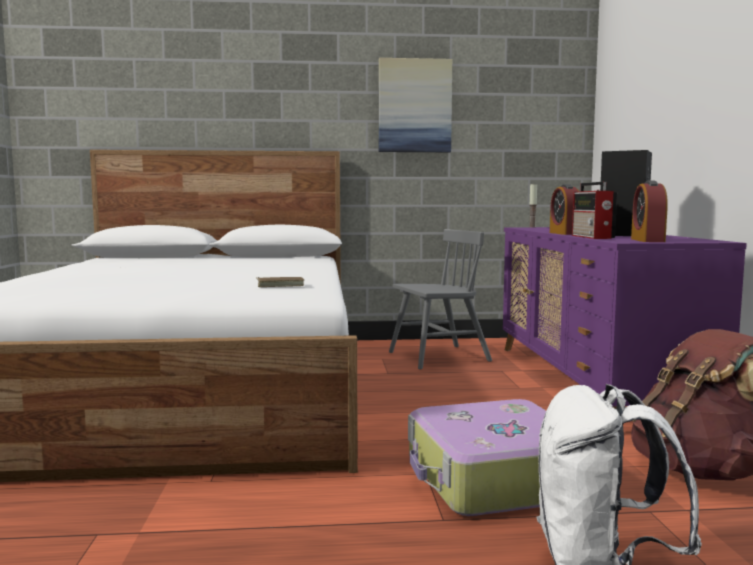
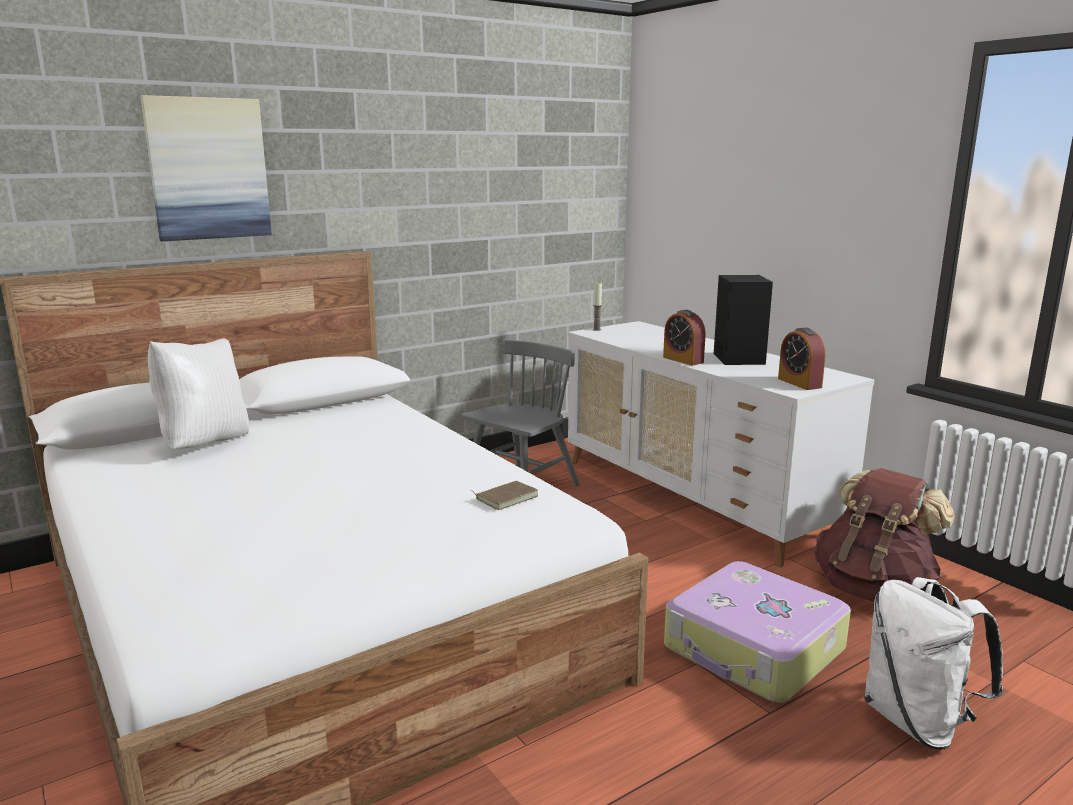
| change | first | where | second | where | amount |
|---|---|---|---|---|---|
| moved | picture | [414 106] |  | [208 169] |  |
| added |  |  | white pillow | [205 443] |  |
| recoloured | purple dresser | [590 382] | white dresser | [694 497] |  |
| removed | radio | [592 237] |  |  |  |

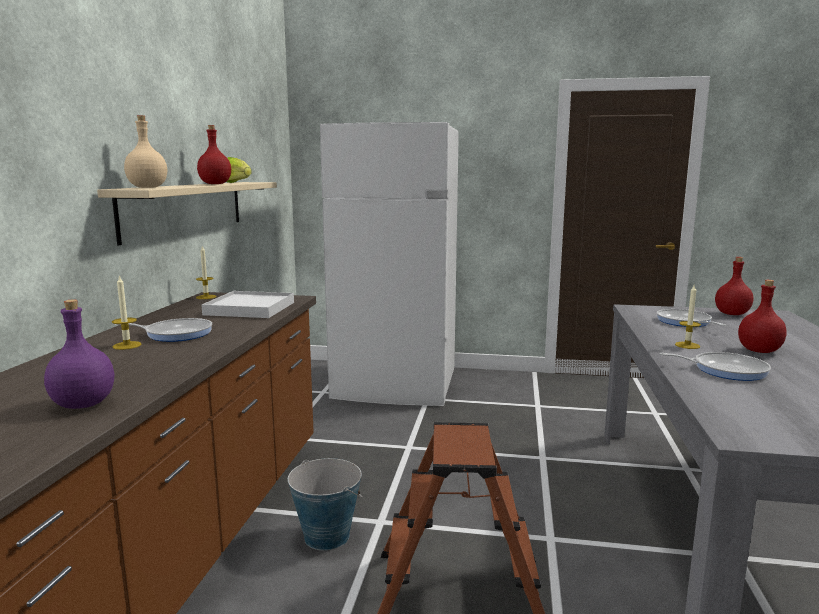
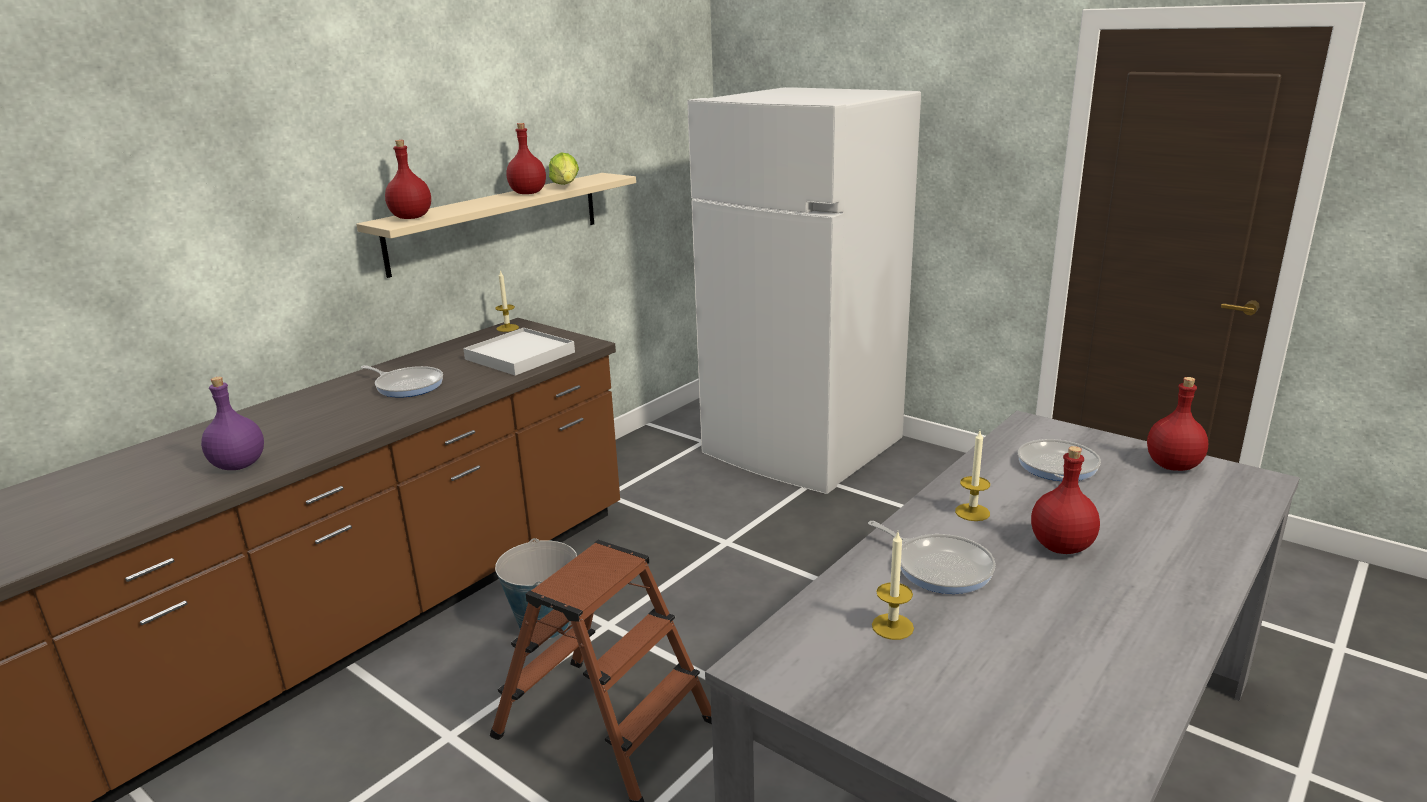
| change | first | where | second | where | amount |
|---|---|---|---|---|---|
| recoloured | beige bottle | [148 187] | red bottle | [412 218] |  |
| moved | candle | [127 345] |  | [892 626] |  |

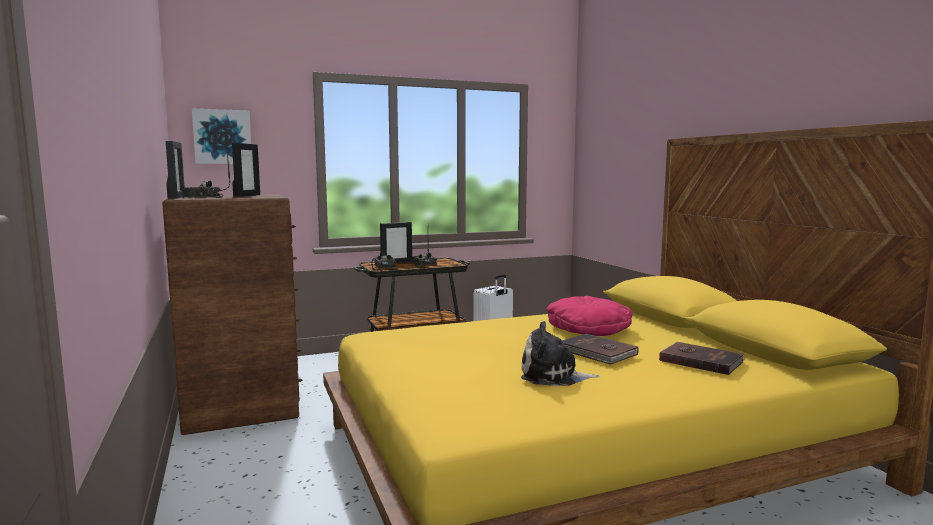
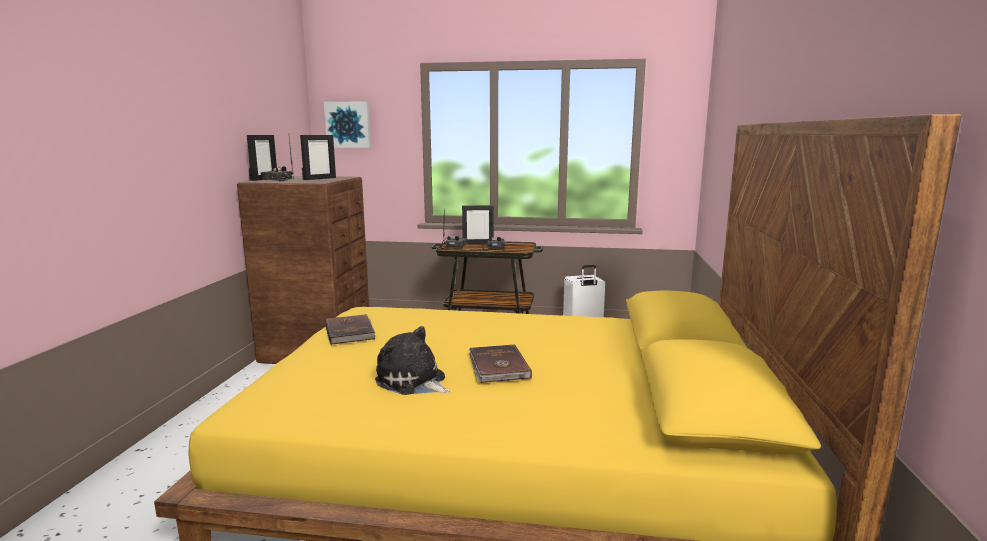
| change | first | where | second | where | amount |
|---|---|---|---|---|---|
| moved | brown book | [700 361] |  | [350 331] |  |
| removed | pink pillow | [590 329] |  |  |  |

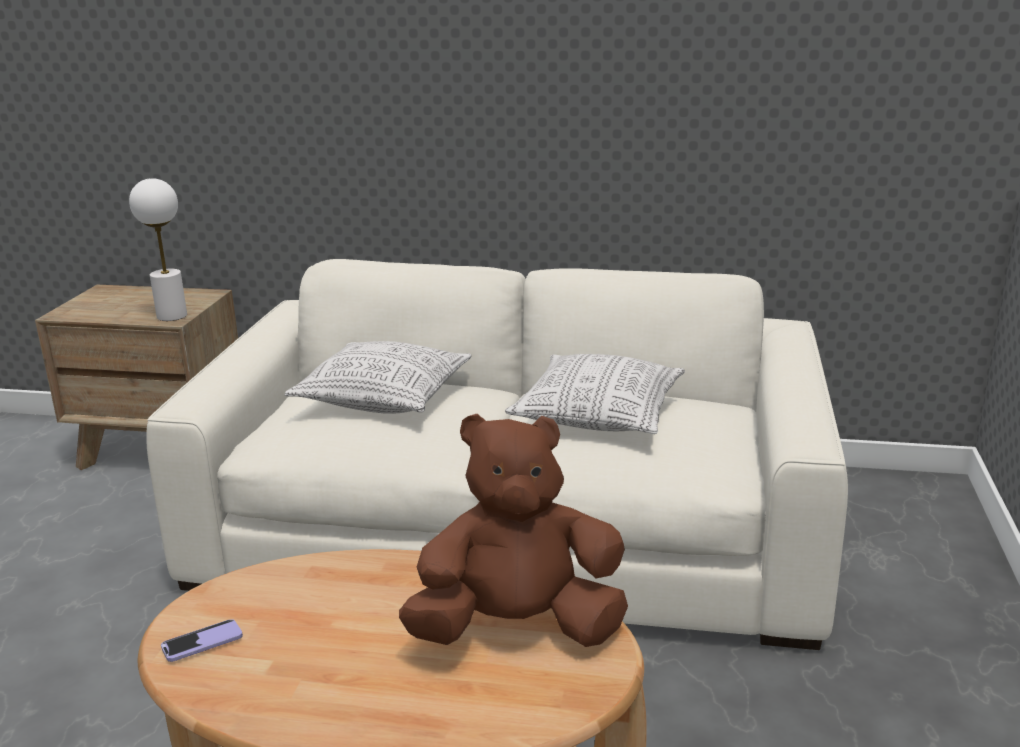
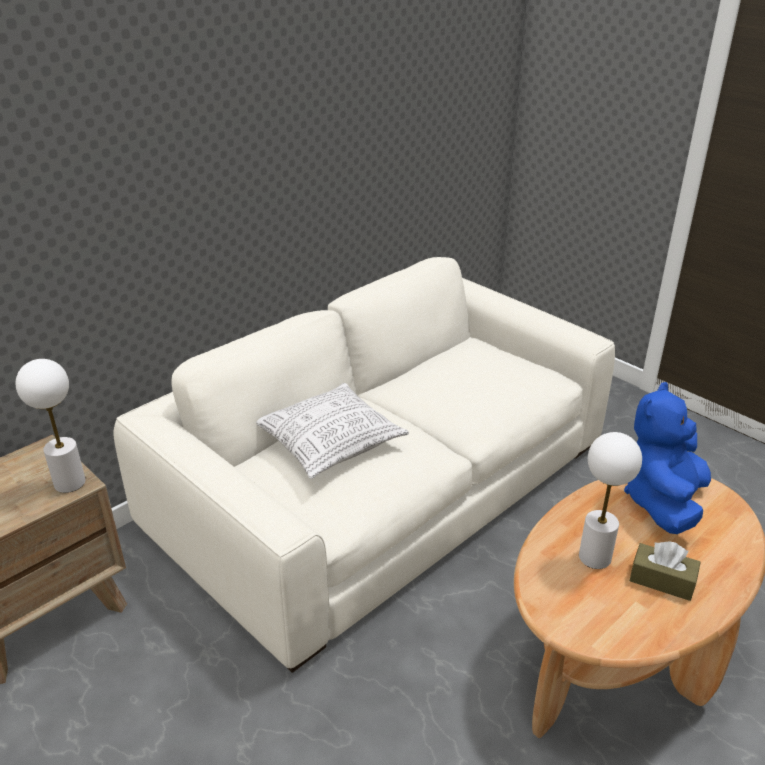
| change | first | where | second | where | amount |
|---|---|---|---|---|---|
| added |  |  | white table lamp | [594 557] |  |
| recoloured | brown plush toy | [518 629] | blue plush toy | [663 502] |  |
| added |  |  | brown tissue box | [662 580] |  |
| removed | phone | [202 642] |  |  |  |
| removed | pillow | [598 415] |  |  |  |

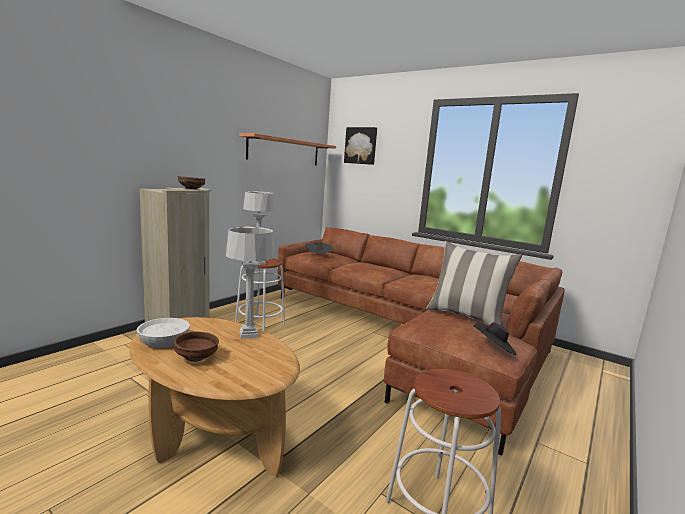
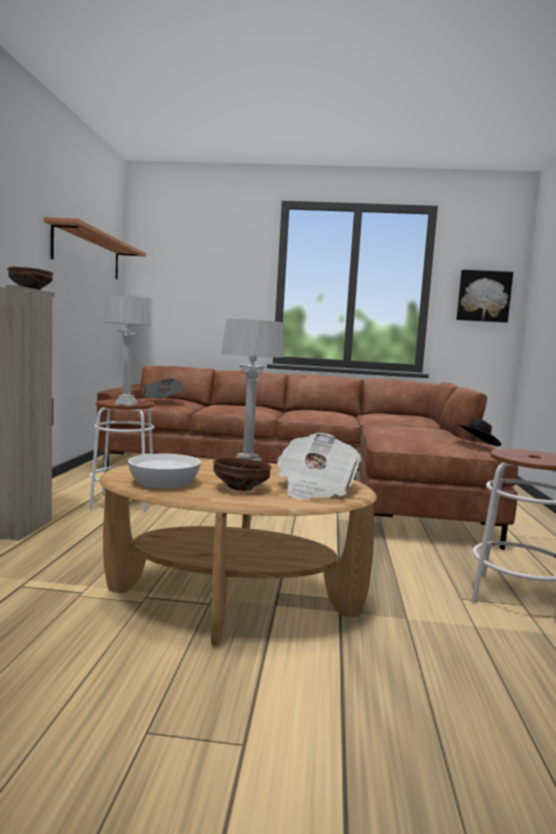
| change | first | where | second | where | amount |
|---|---|---|---|---|---|
| added |  |  | newspaper | [314 489] |  |
| moved | picture | [361 146] |  | [483 296] |  |
| removed | pillow | [466 317] |  |  |  |

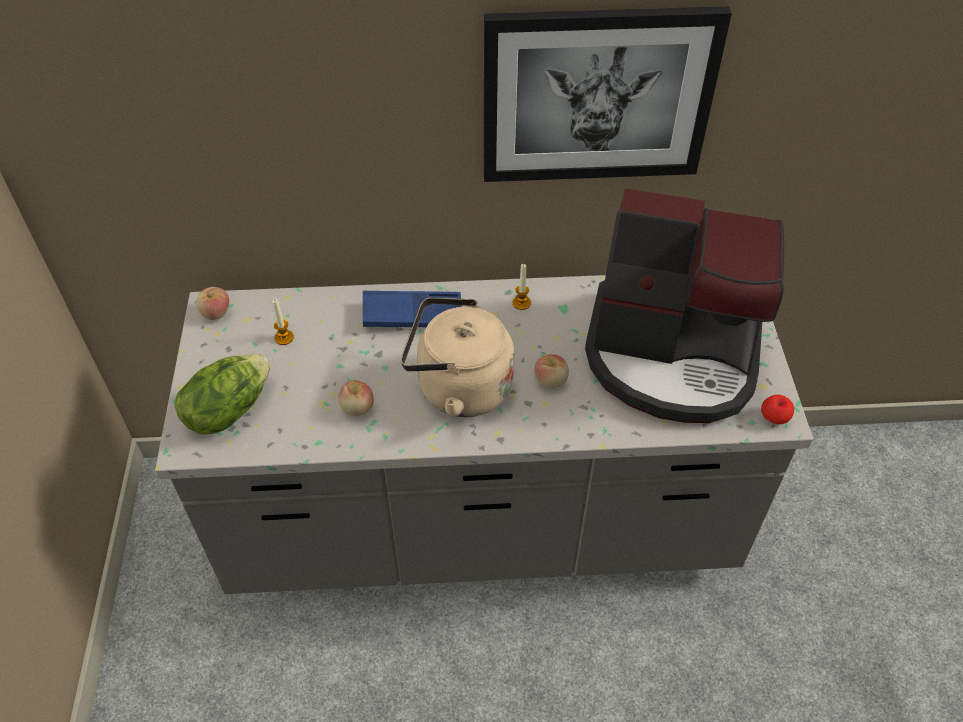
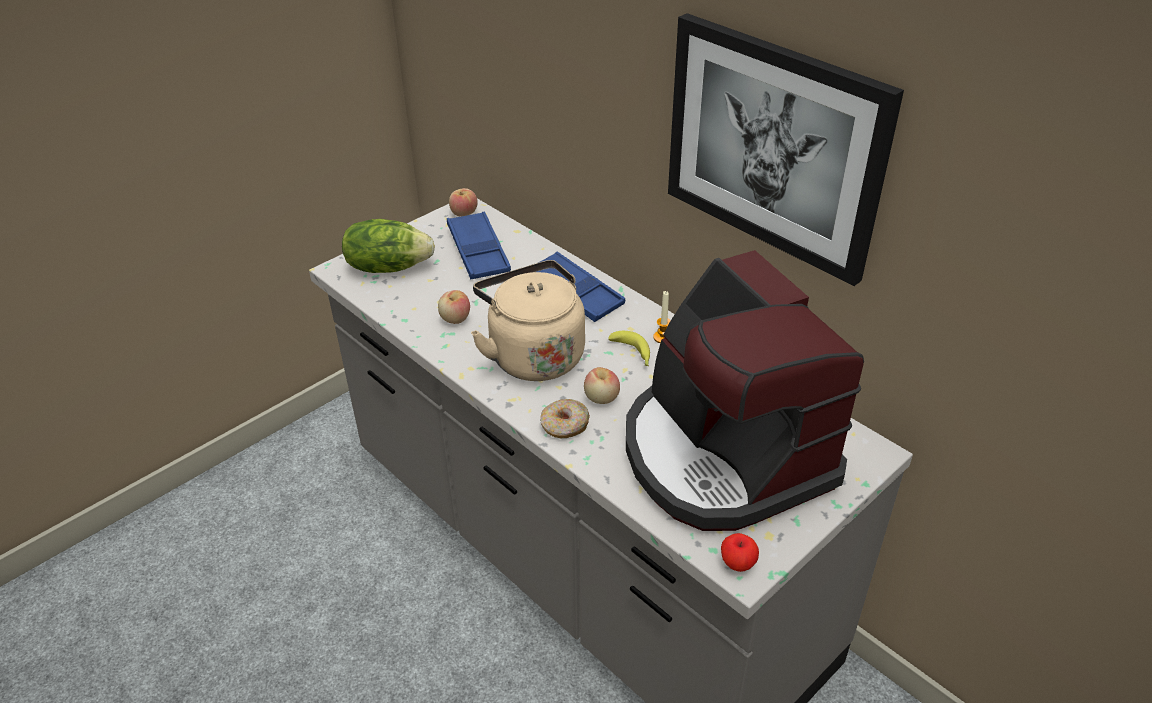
| change | first | where | second | where | amount |
|---|---|---|---|---|---|
| replaced | candle | [284 338] | blue tray | [478 251] |  |
| added |  |  | donut | [564 425] |  |
| added |  |  | banana | [633 354] |  |

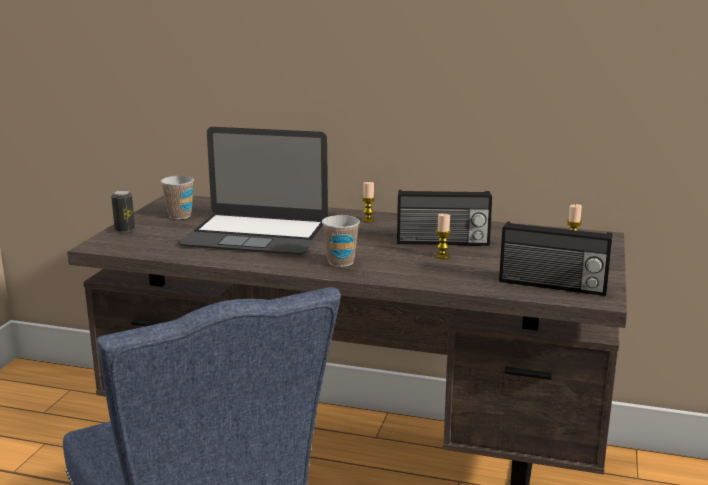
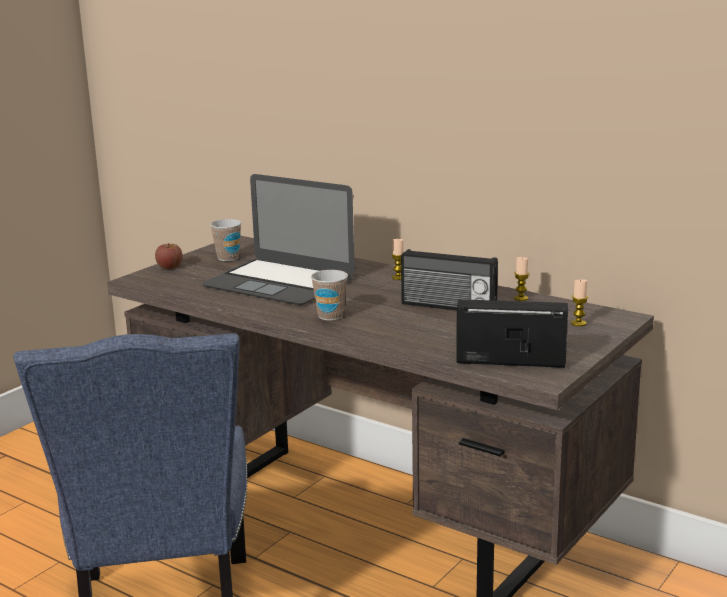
| change | first | where | second | where | amount |
|---|---|---|---|---|---|
| replaced | can | [124 230] | apple | [169 267] |  |
| turned | radio | [552 285] |  | [510 360] | 150 degrees clockwise |
| moved | candle | [442 256] |  | [521 298] |  |

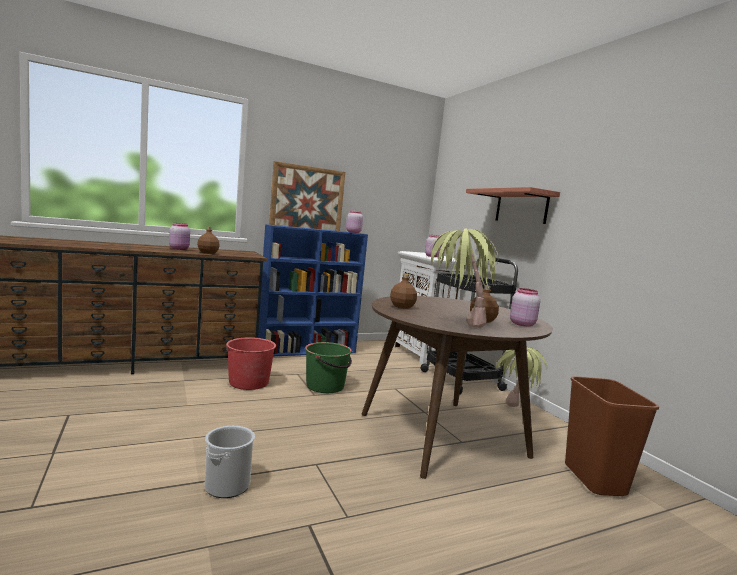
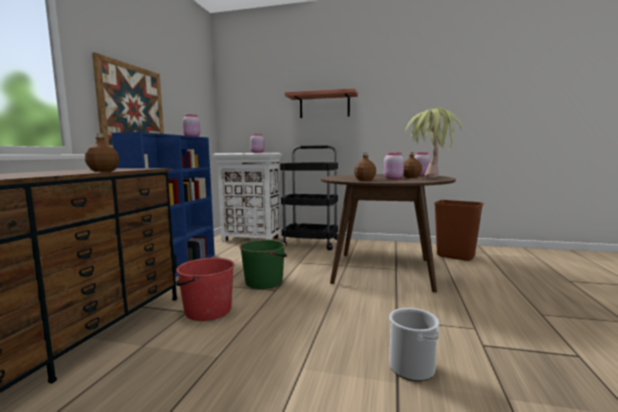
| change | first | where | second | where | amount |
|---|---|---|---|---|---|
| moved | pink jar | [179 249] |  | [393 178] |  |
| removed | potted plant | [512 412] |  |  |  |

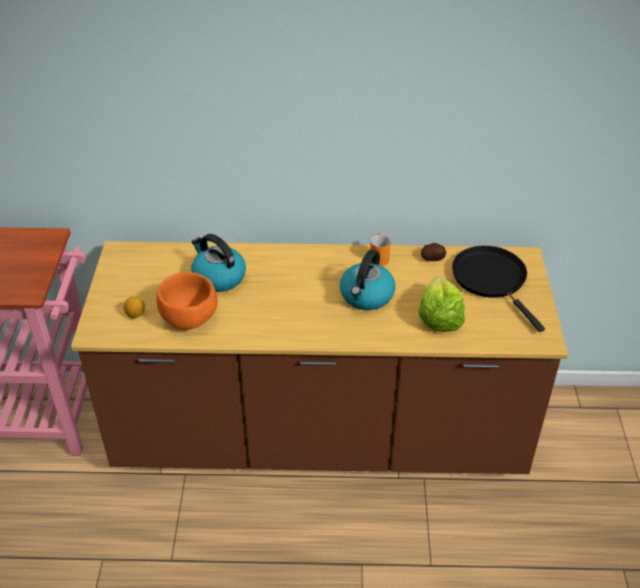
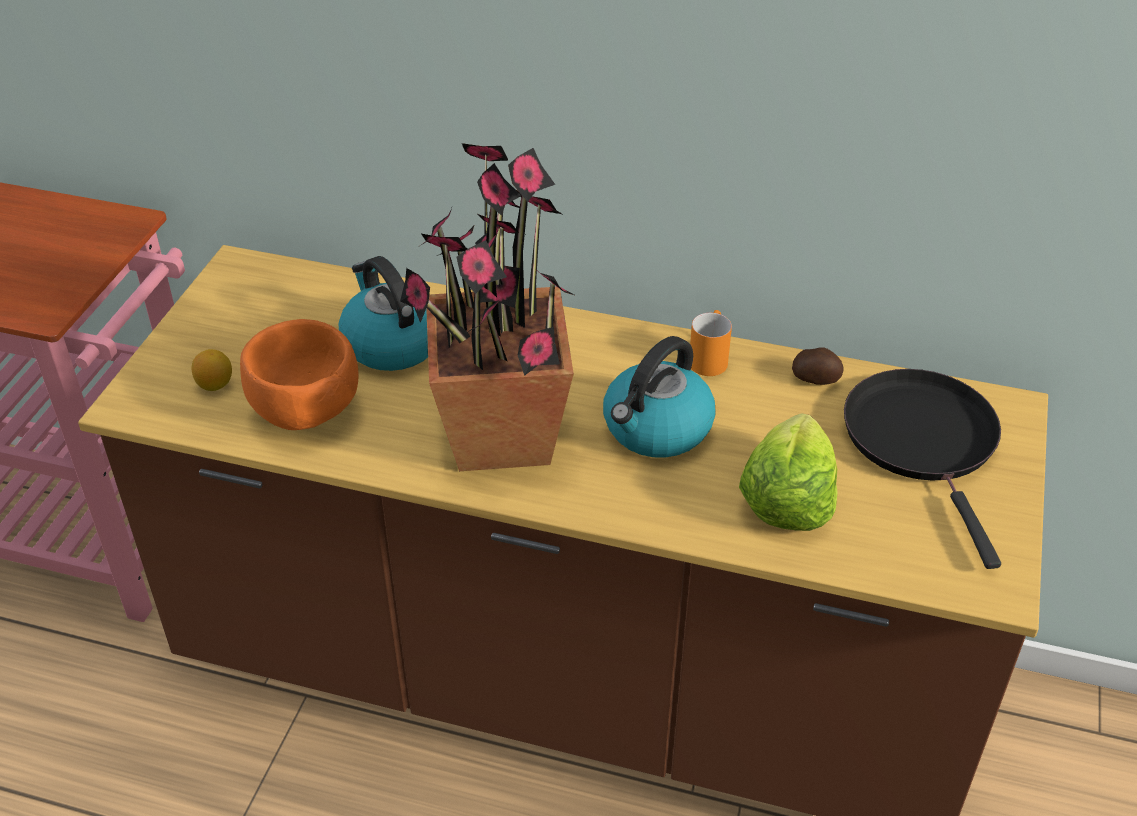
| change | first | where | second | where | amount |
|---|---|---|---|---|---|
| added |  |  | potted plant | [500 437] |  |

